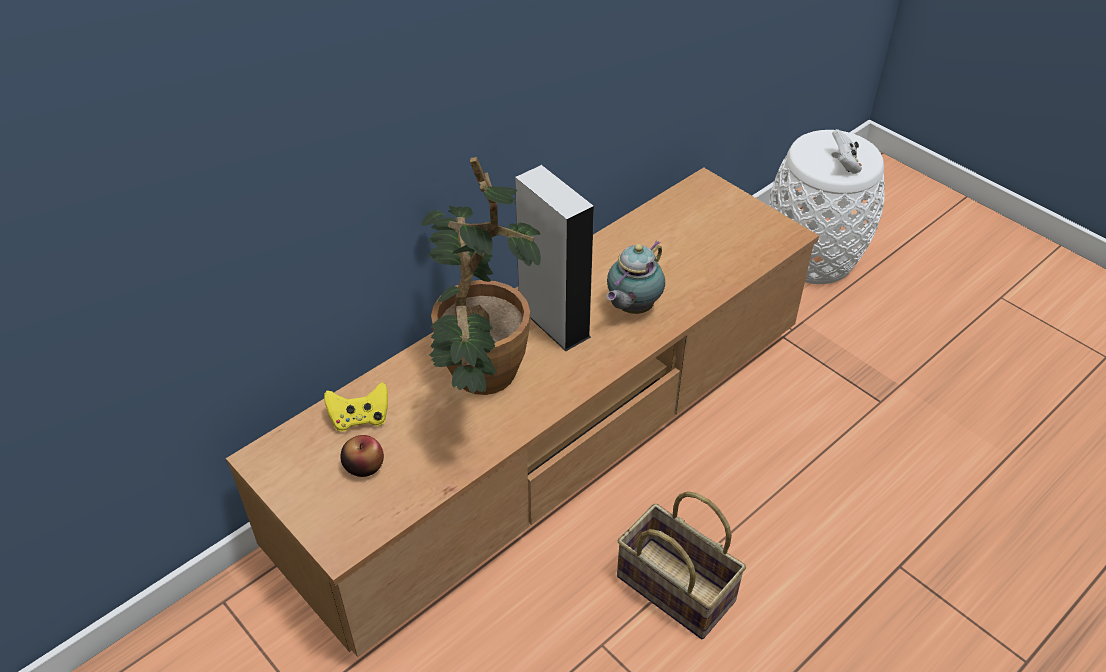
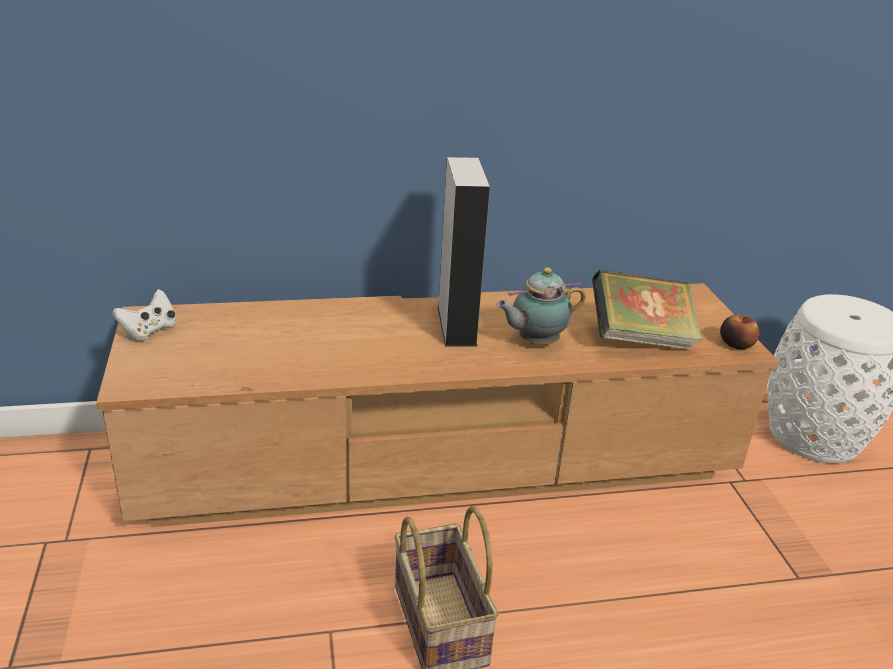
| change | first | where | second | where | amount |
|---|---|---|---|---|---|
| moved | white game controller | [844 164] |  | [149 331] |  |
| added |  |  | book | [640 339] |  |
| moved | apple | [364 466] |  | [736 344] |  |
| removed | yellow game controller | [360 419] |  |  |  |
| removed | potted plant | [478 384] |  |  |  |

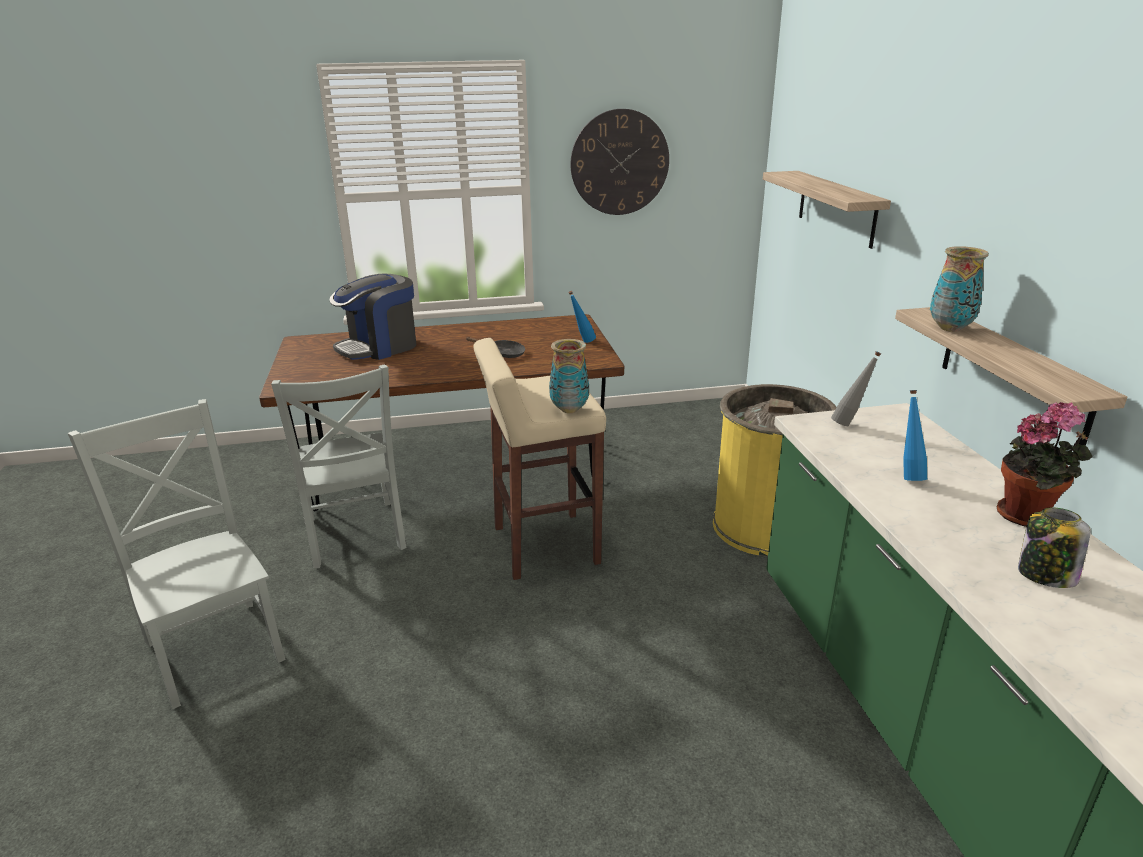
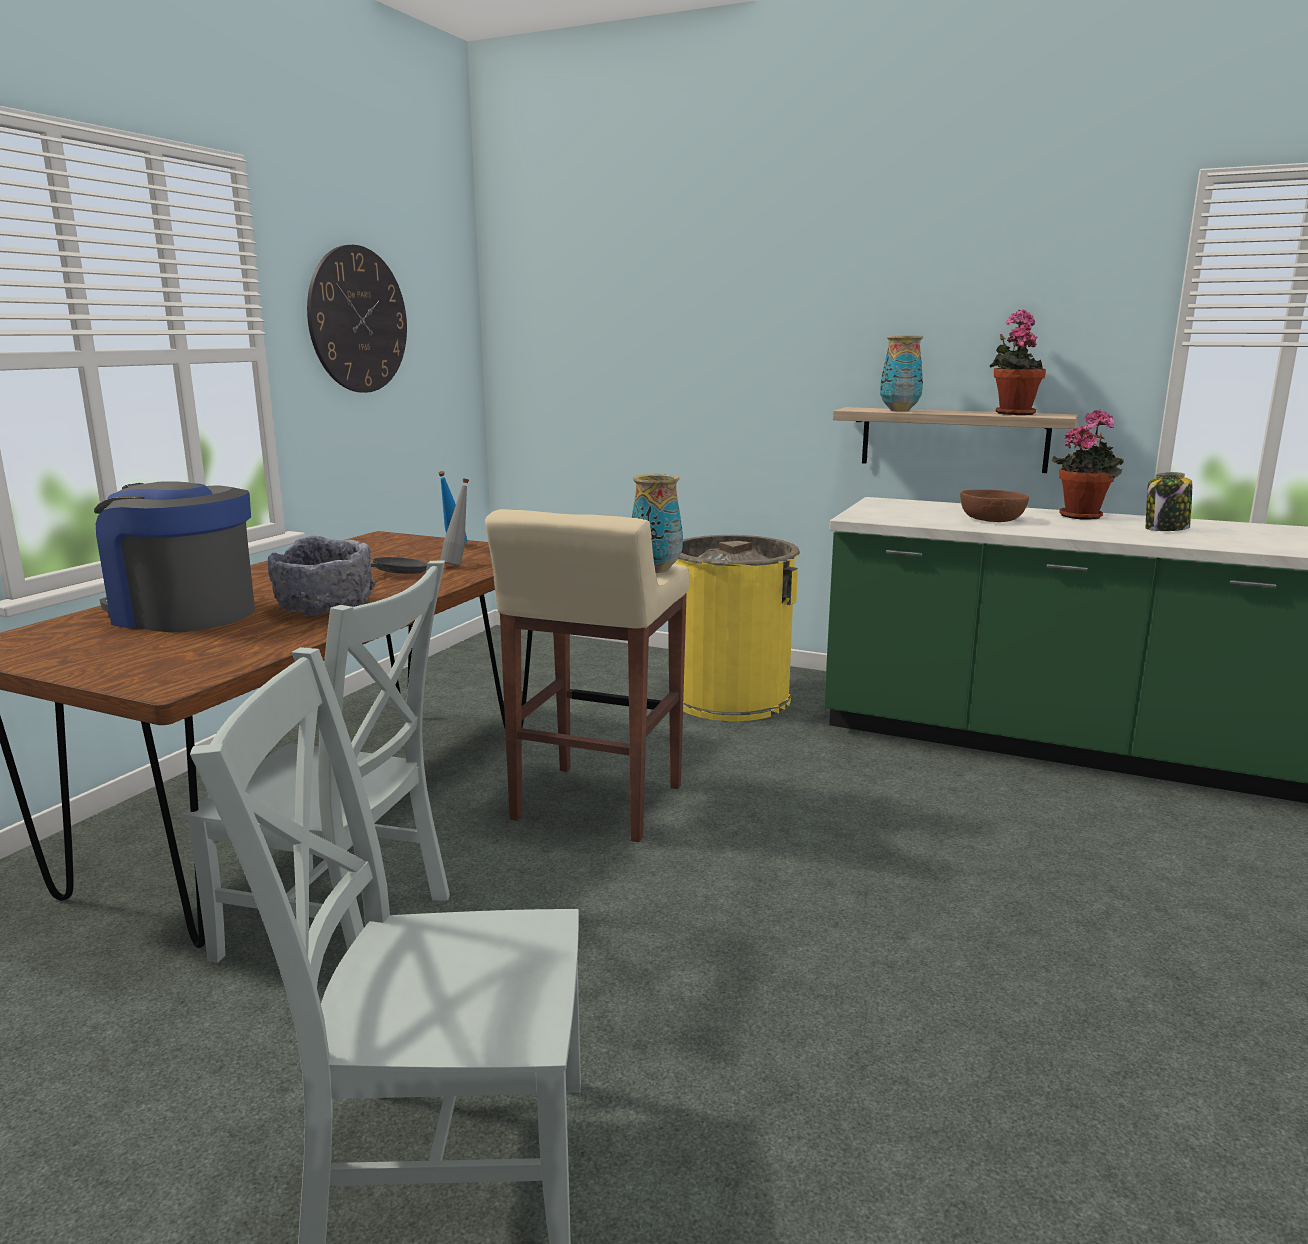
| change | first | where | second | where | amount |
|---|---|---|---|---|---|
| turned | coffee machine | [379 347] |  | [182 614] | 120 degrees clockwise |
| added |  |  | grey bowl | [325 608] |  |
| moved | grey bottle | [850 423] |  | [458 564] |  |
| replaced | blue bottle | [908 476] | brown bowl | [991 519] |  |
| added |  |  | potted plant | [1012 413] |  |
| removed | shelf | [836 208] |  |  |  |

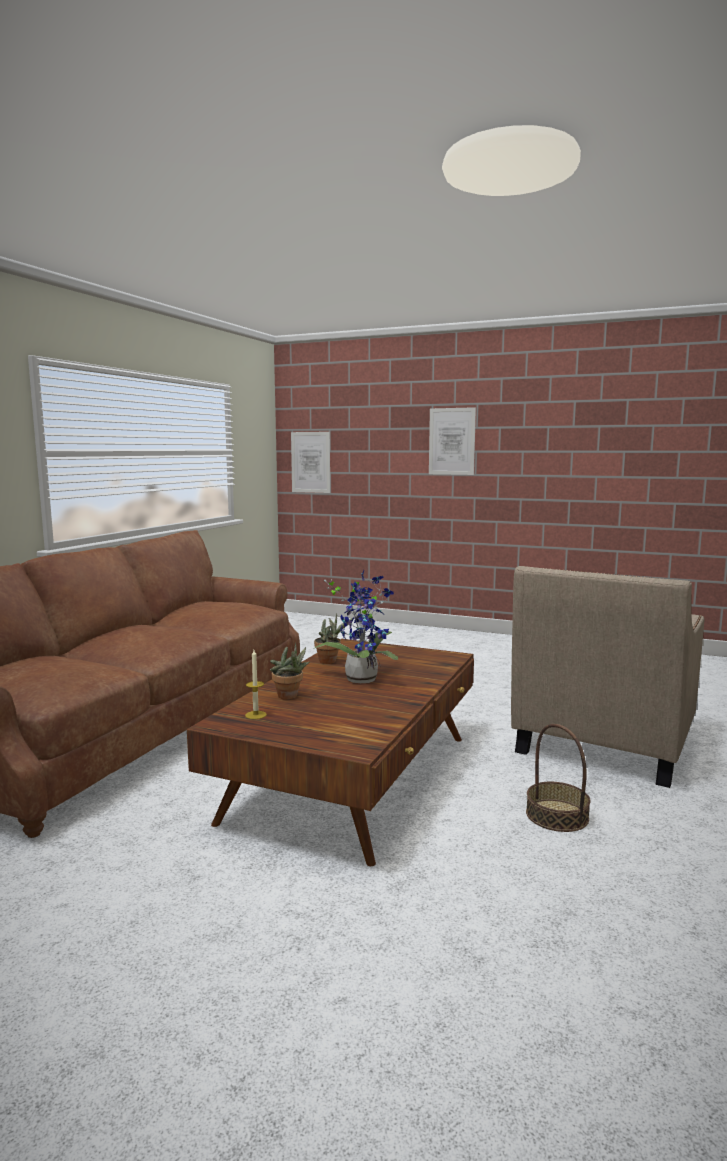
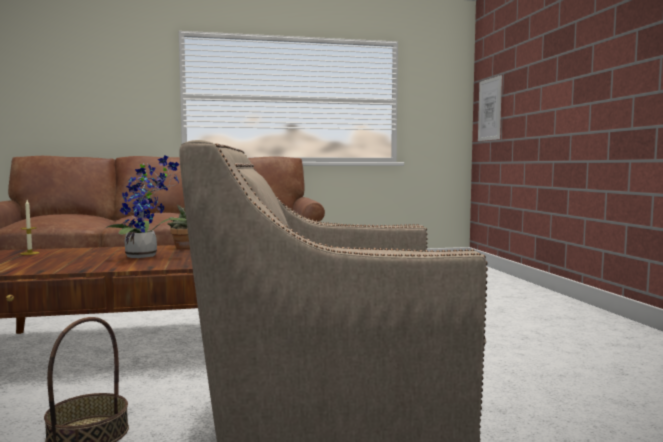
| change | first | where | second | where | amount |
|---|---|---|---|---|---|
| removed | potted plant | [289 697] |  |  |  |
| removed | picture | [452 441] |  |  |  |

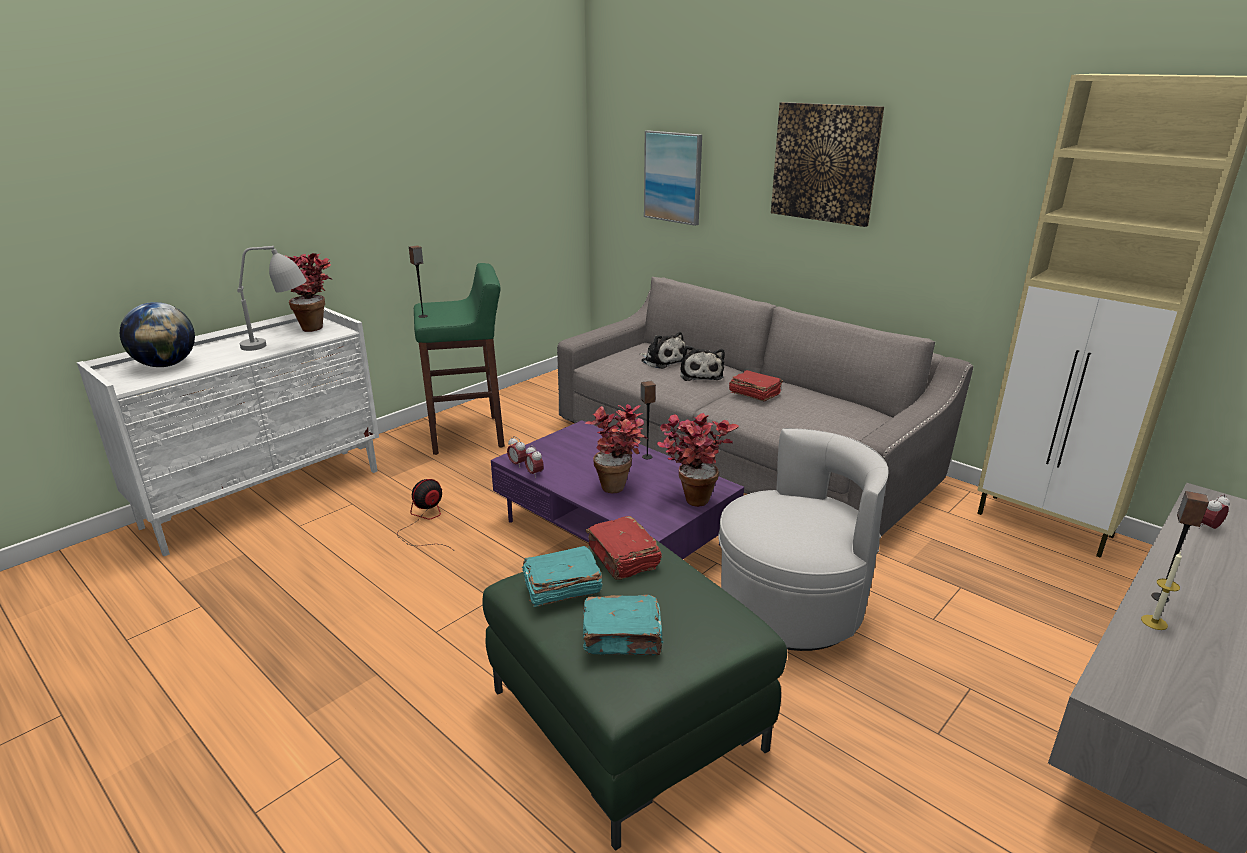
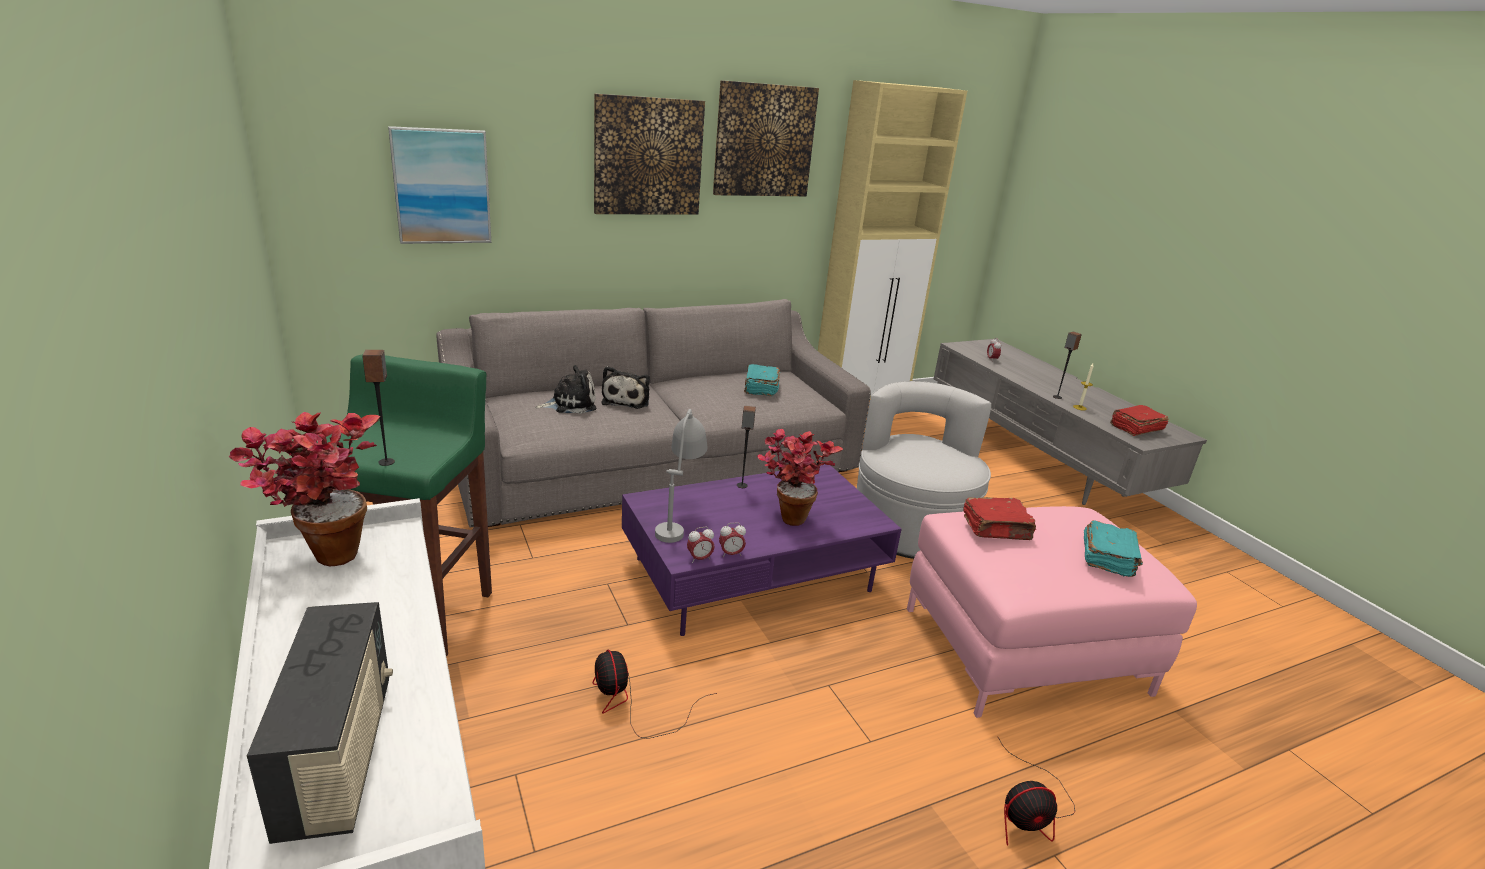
| change | first | where | second | where | amount |
|---|---|---|---|---|---|
| replaced | globe | [166 365] | radio | [340 757] |  |
| turned | plush toy | [701 374] |  | [627 400] | 75 degrees clockwise |
| moved | grey table lamp | [281 345] |  | [678 518] |  |
| added |  |  | picture | [764 141] |  |
| moved | turquoise book | [561 588] |  | [760 388] |  |
| recoloured | green ottoman | [625 720] | pink ottoman | [1024 650] |  |
| added |  |  | fan | [1029 812] |  |
| moved | red book | [754 394] |  | [1135 428] |  |
| removed | potted plant | [691 496] |  |  |  |

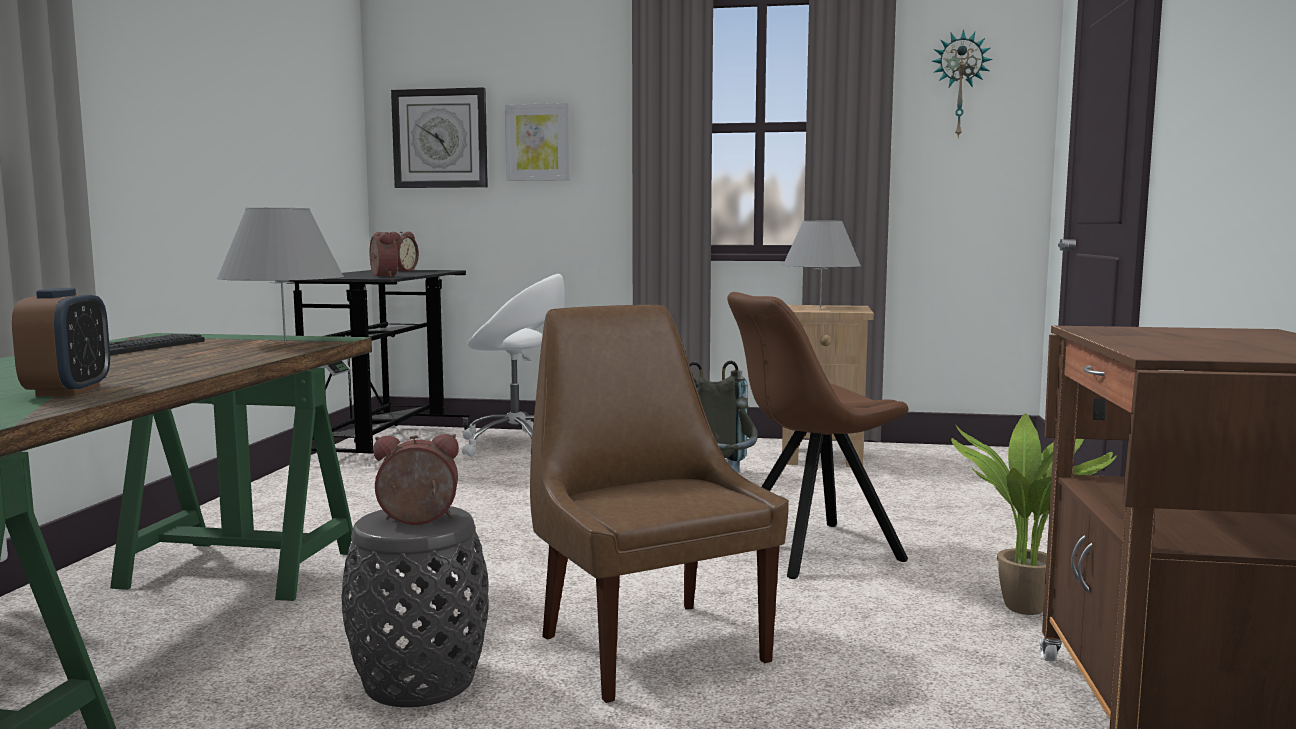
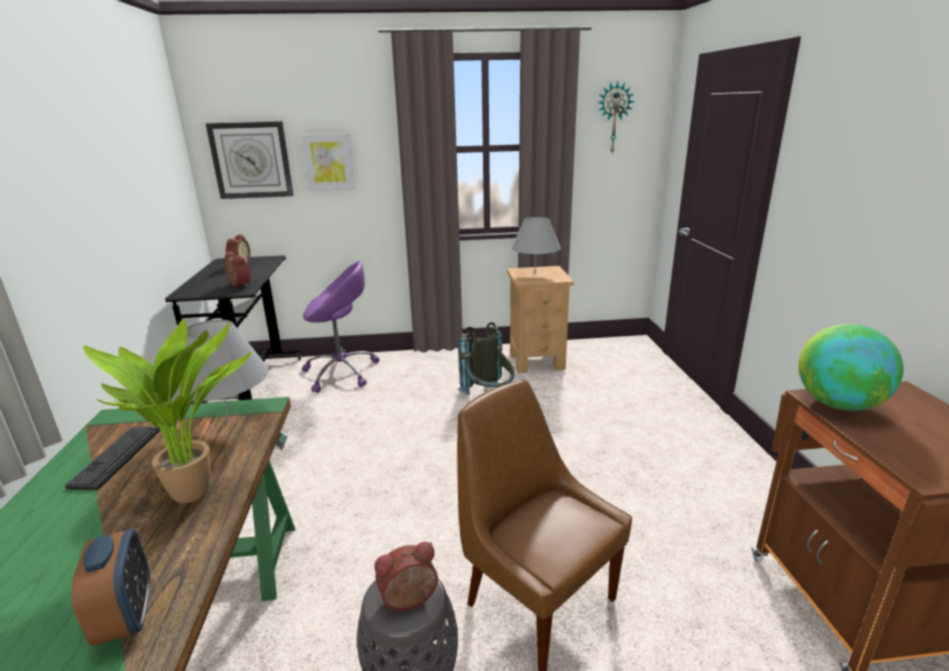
| change | first | where | second | where | amount |
|---|---|---|---|---|---|
| moved | potted plant | [1029 607] |  | [198 490] |  |
| recoloured | white office chair | [518 443] | purple office chair | [343 372] |  |
| added |  |  | globe | [838 404] |  |
| removed | brown chair | [813 550] |  |  |  |

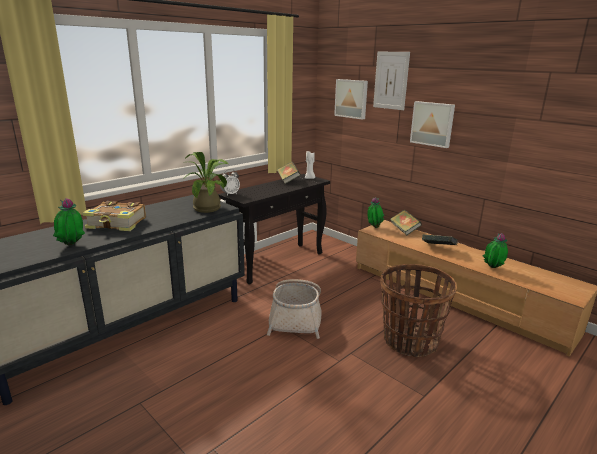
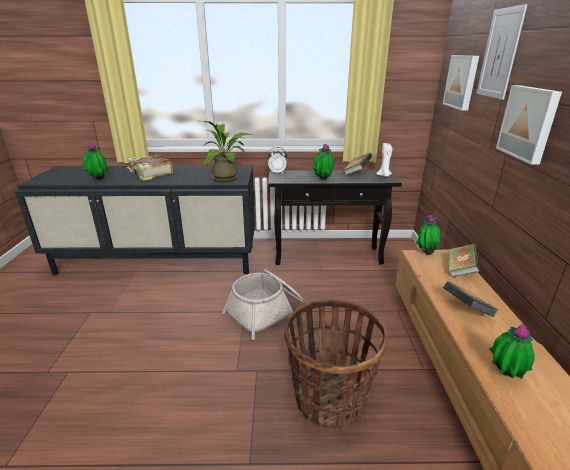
| change | first | where | second | where | amount |
|---|---|---|---|---|---|
| added |  |  | potted plant | [322 180] |  |

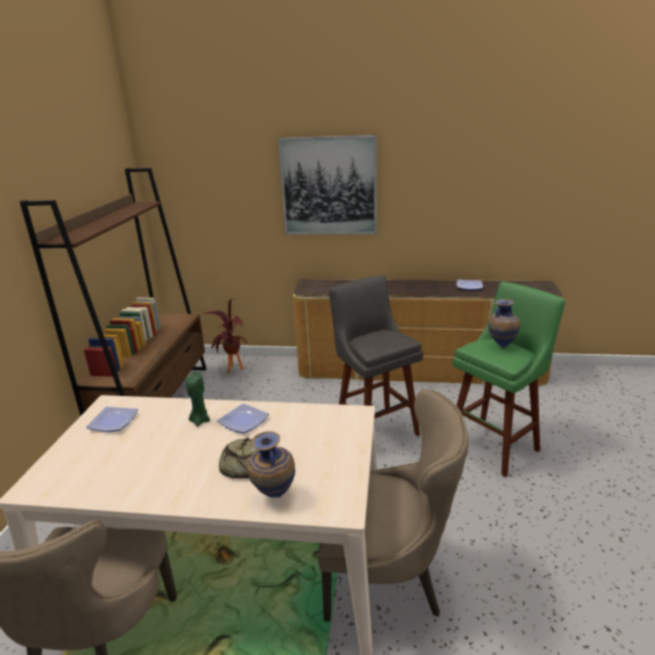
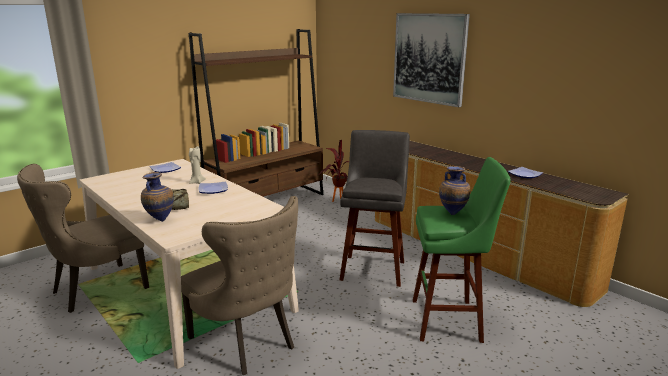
| change | first | where | second | where | amount |
|---|---|---|---|---|---|
| recoloured | green candle | [200 420] | beige candle | [197 182] |  |

